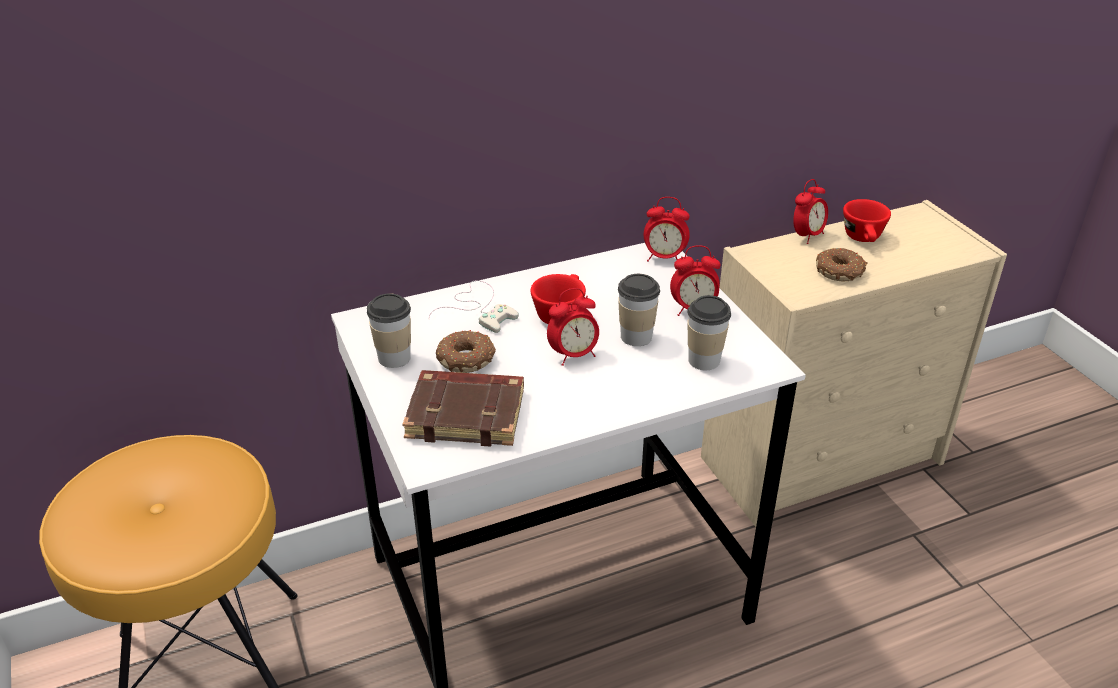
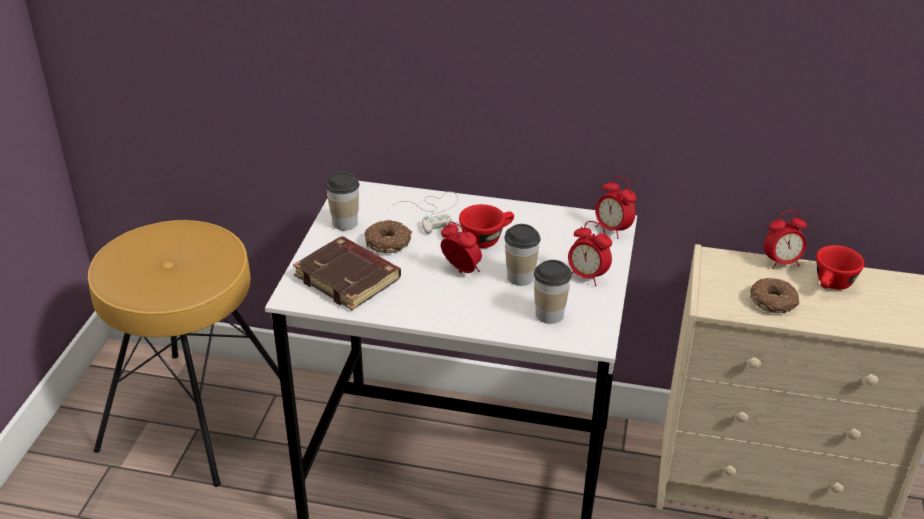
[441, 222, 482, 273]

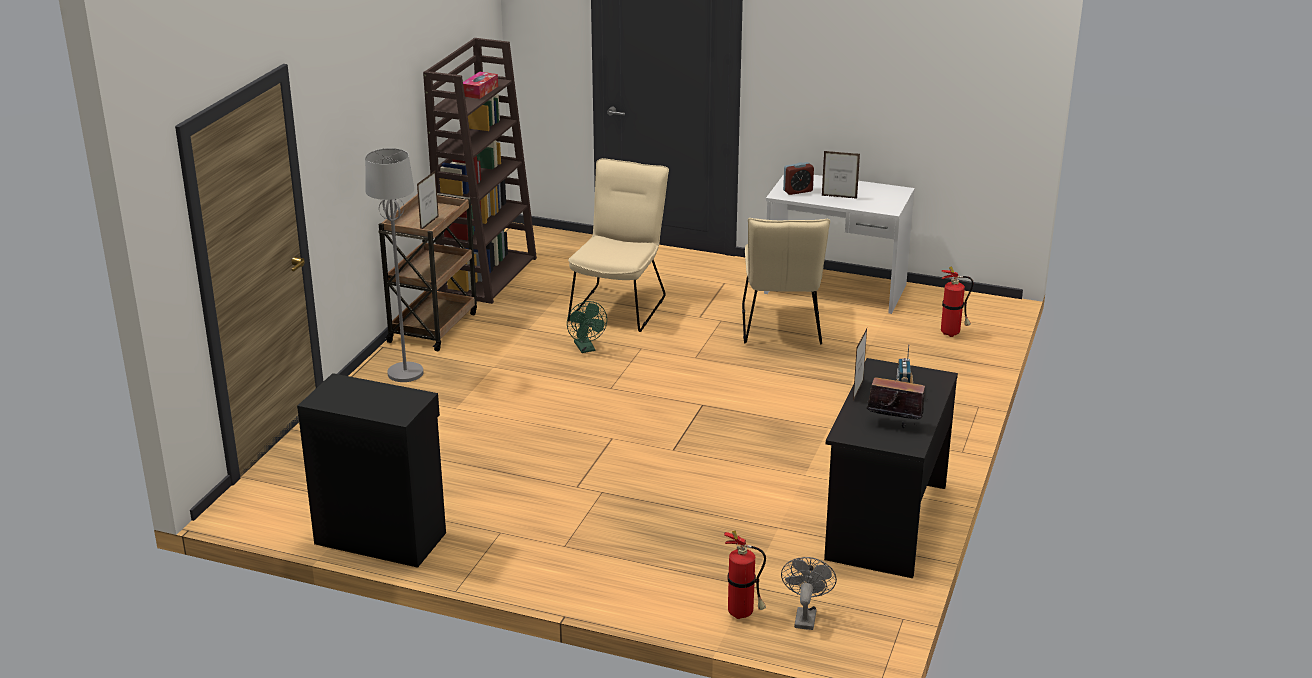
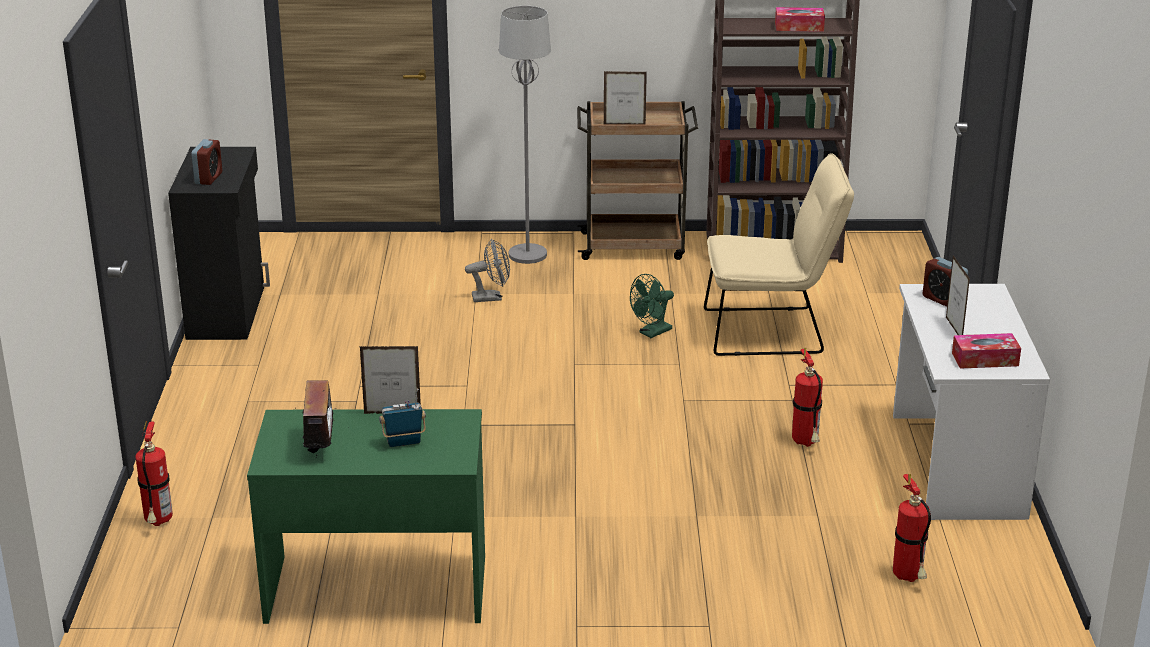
[792, 348, 823, 447]
[465, 239, 510, 302]
[247, 409, 485, 624]
[191, 139, 222, 185]
[952, 333, 1021, 369]

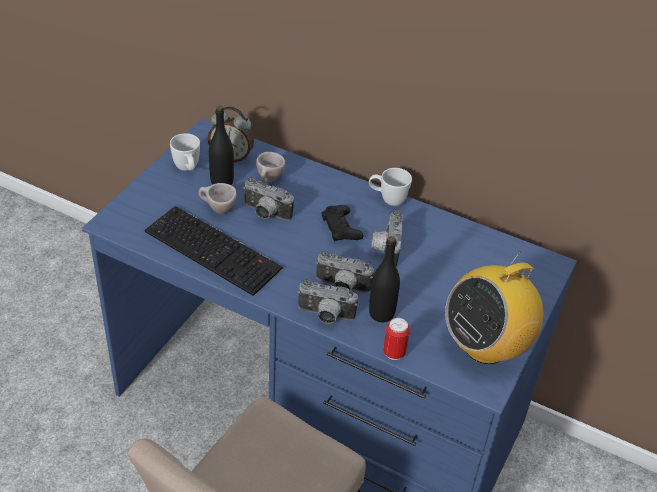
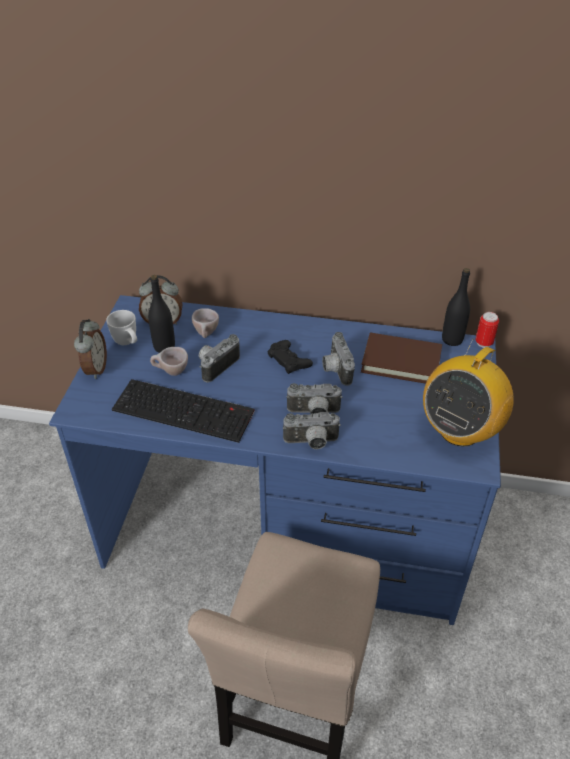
[199, 334, 240, 382]
[369, 168, 412, 206] (first image)
[442, 268, 470, 346]
[476, 312, 499, 348]
[74, 319, 107, 379]
[361, 333, 442, 384]

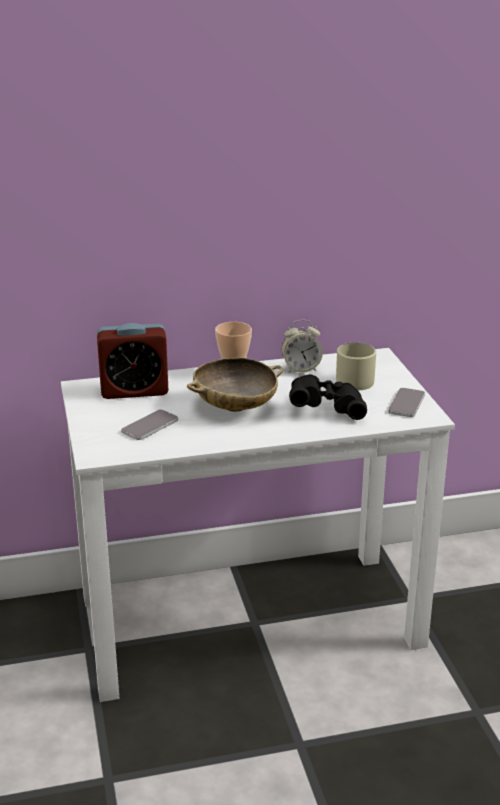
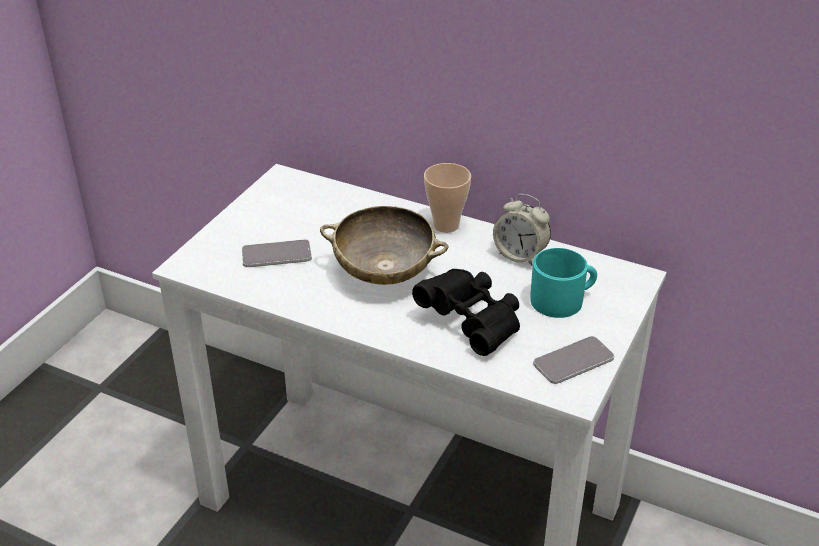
[97, 323, 168, 399] (first image)
[530, 248, 597, 318]

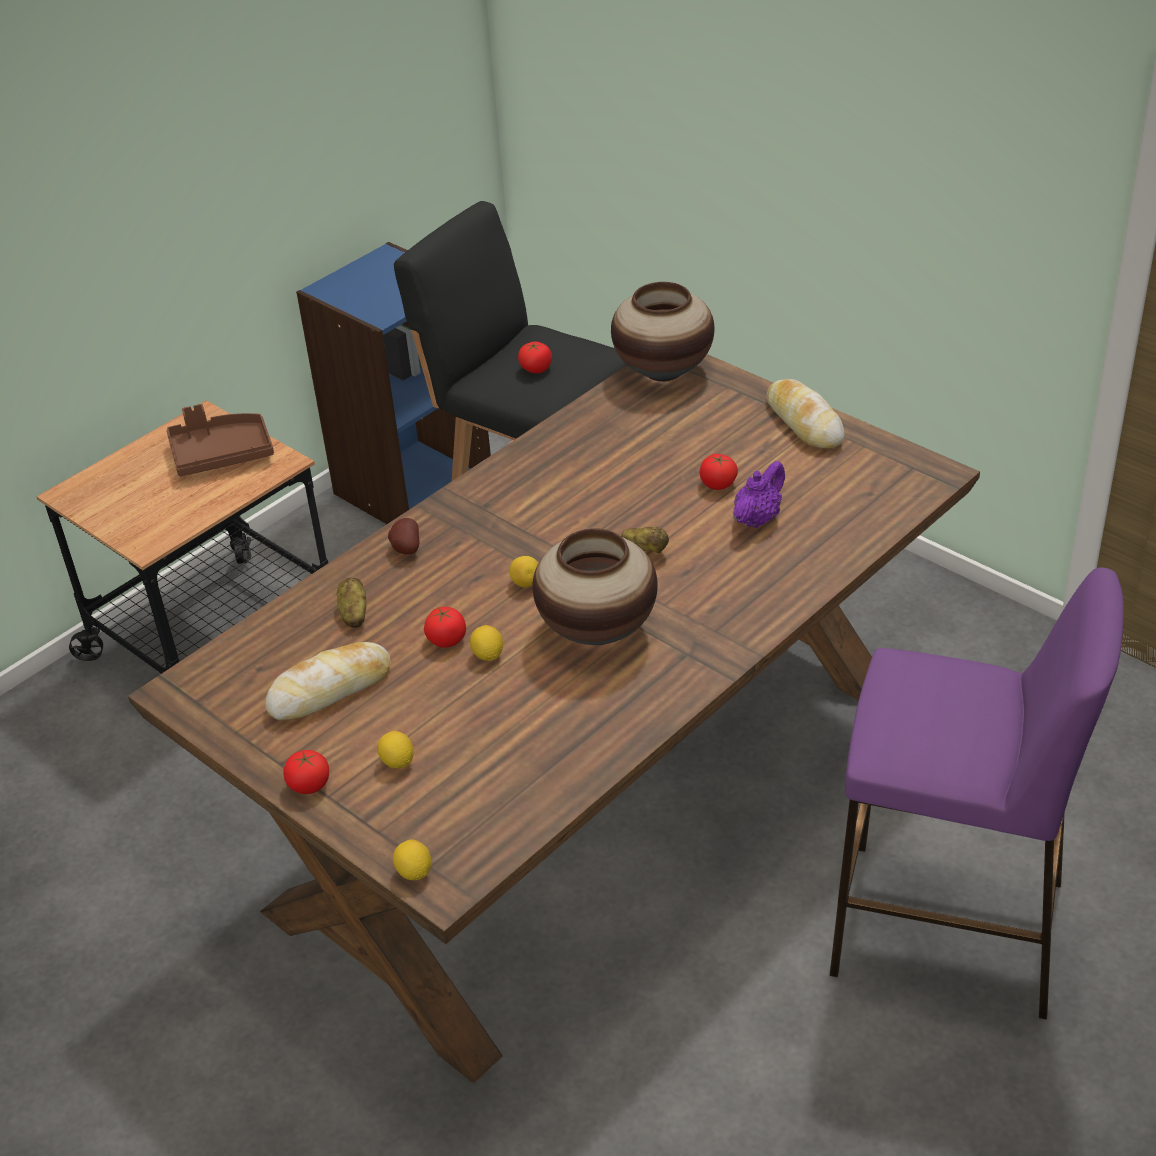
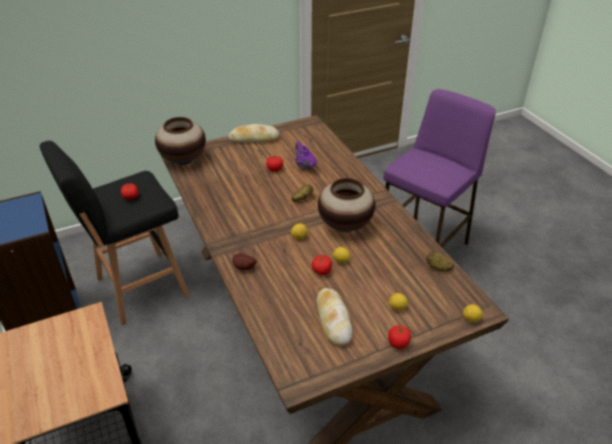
[166, 404, 274, 476] (first image)
[426, 252, 454, 272]

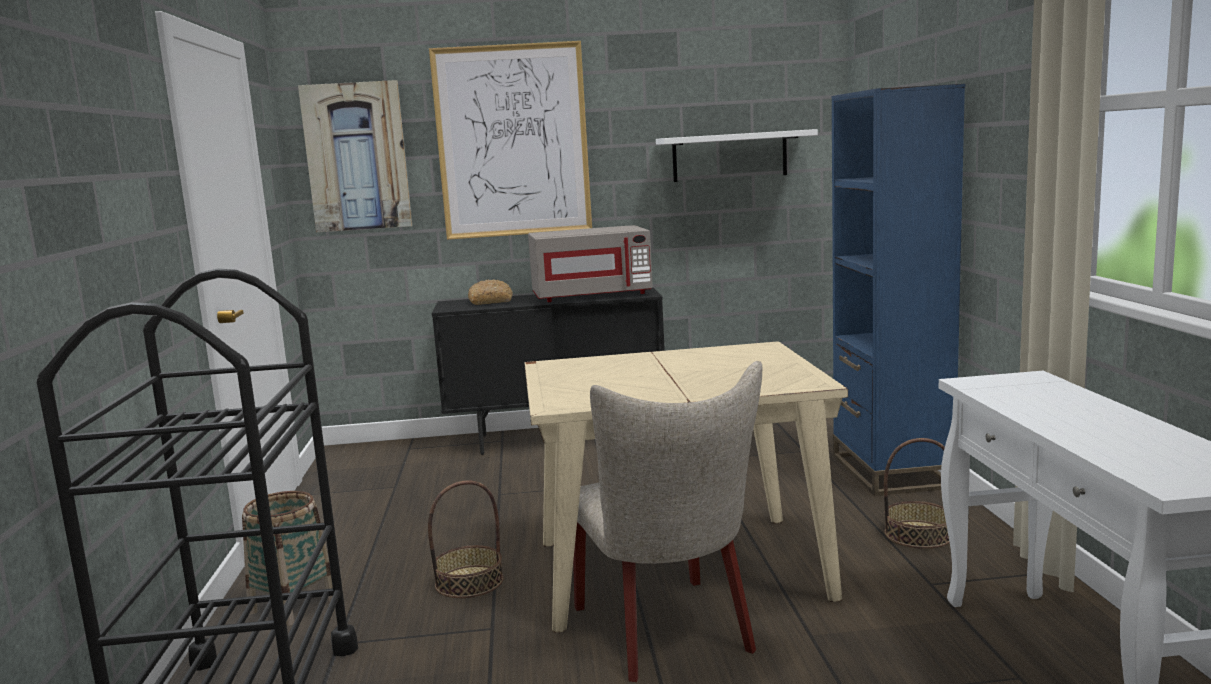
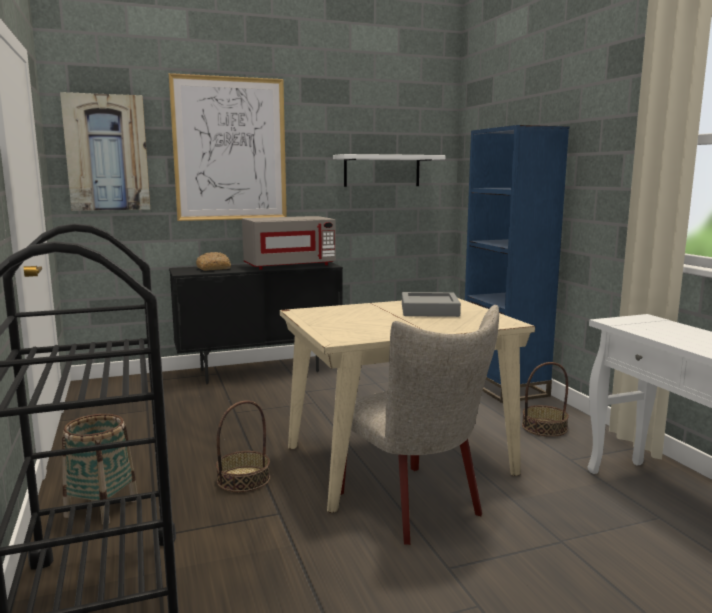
[402, 292, 461, 317]

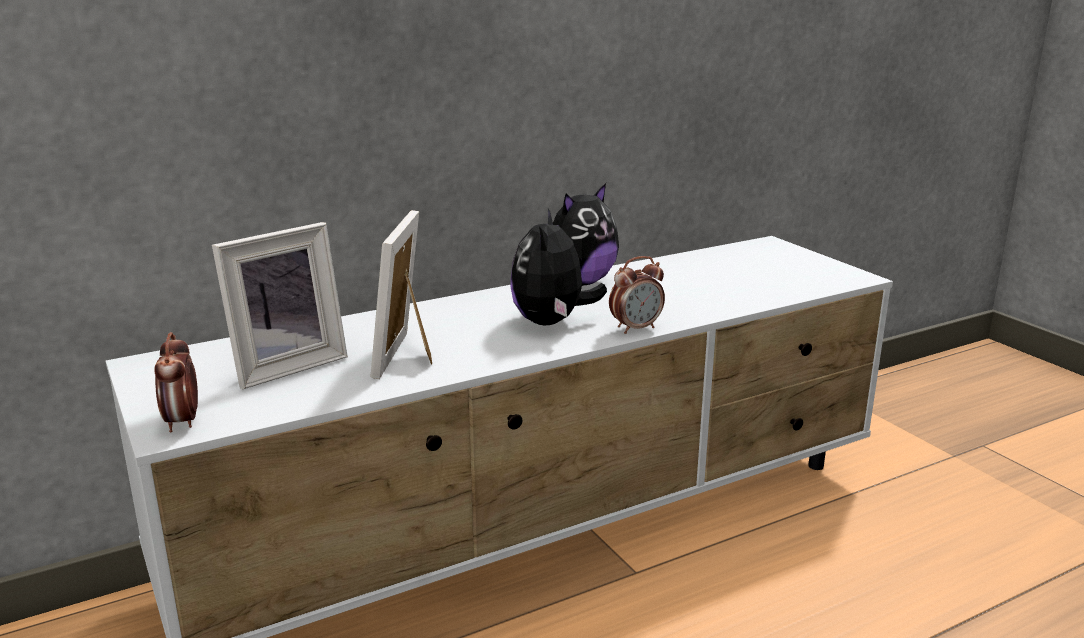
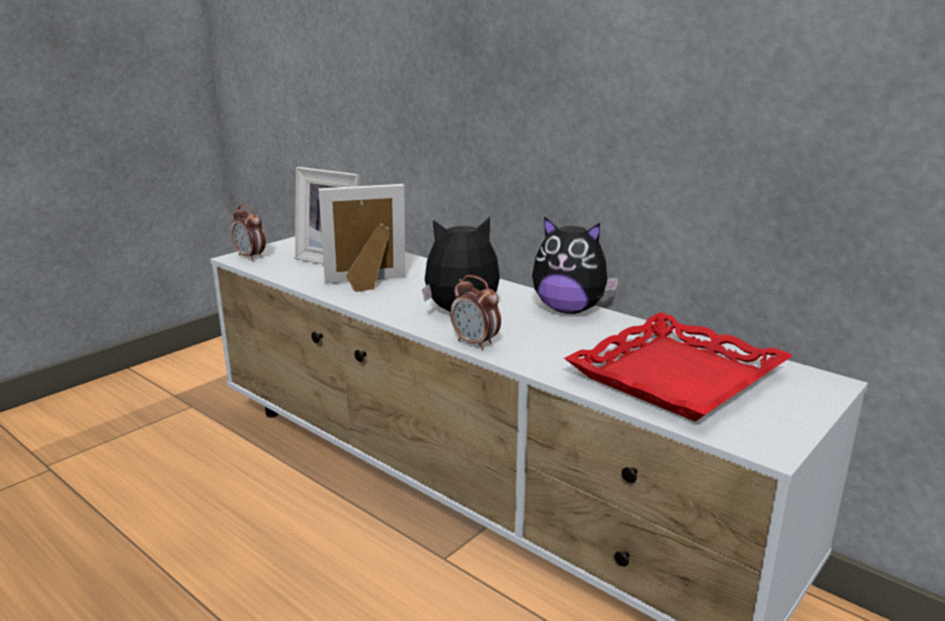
[231, 204, 266, 261]
[564, 312, 793, 421]

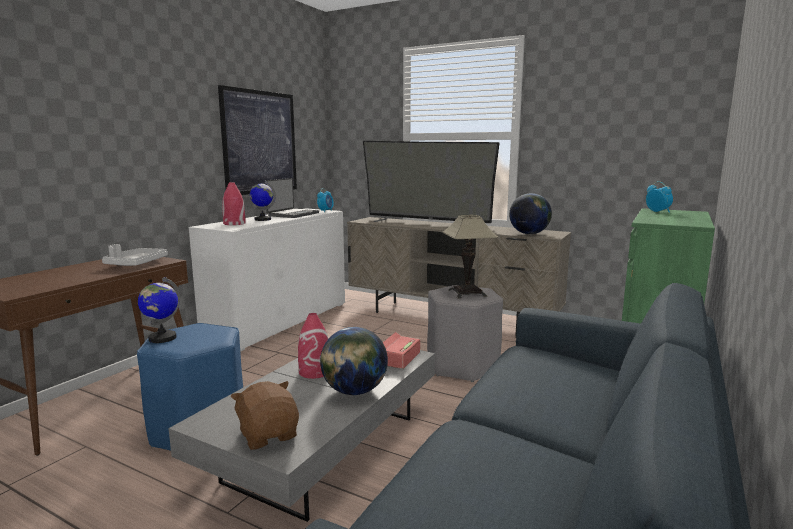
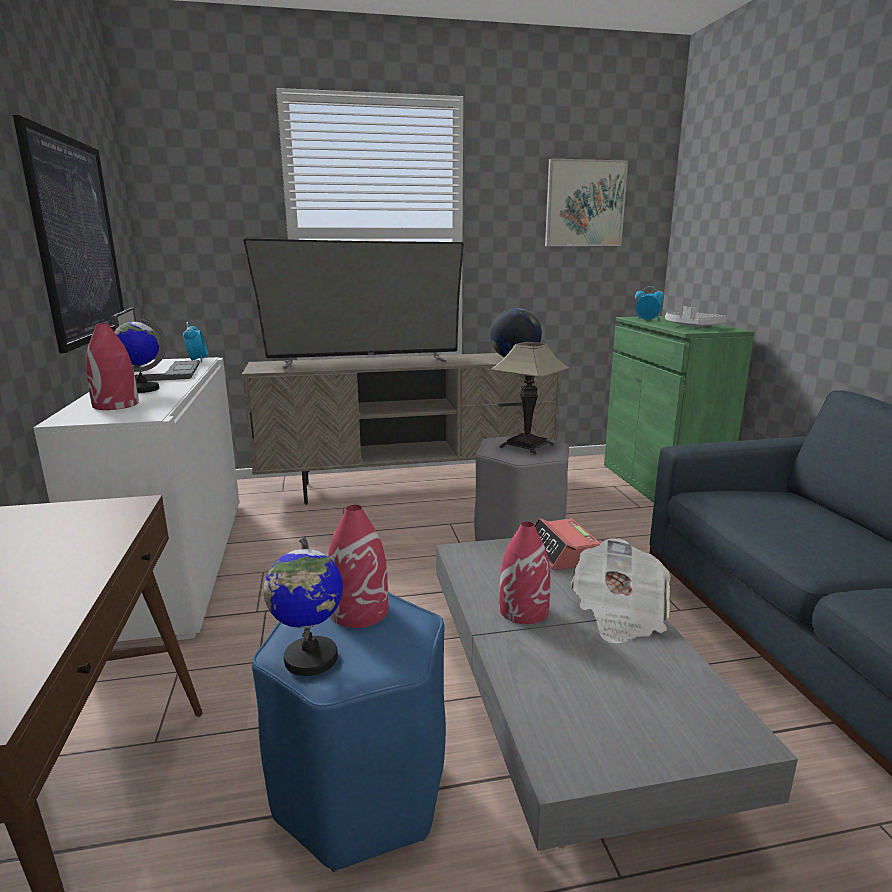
[665, 306, 727, 327]
[230, 381, 299, 450] (first image)
[571, 538, 670, 643]
[328, 505, 389, 628]
[545, 159, 628, 246]

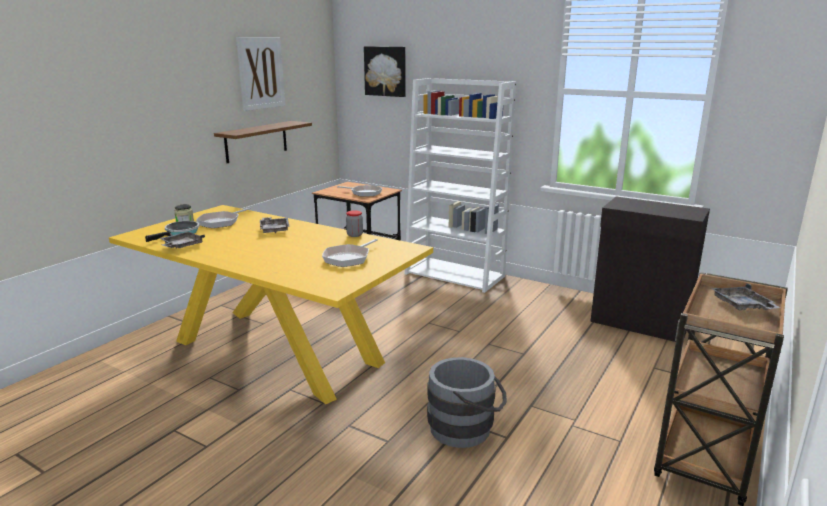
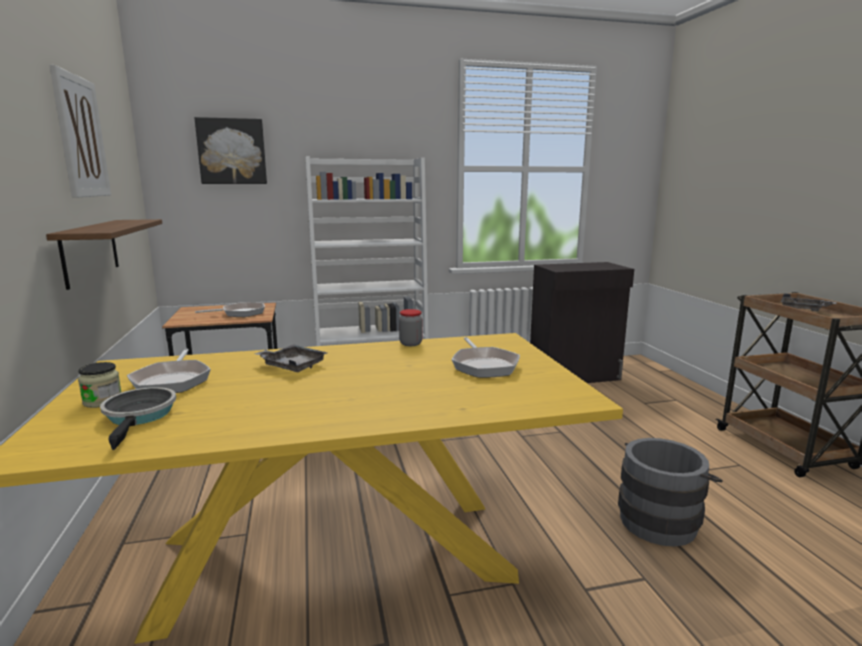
[159, 232, 205, 249] (first image)

